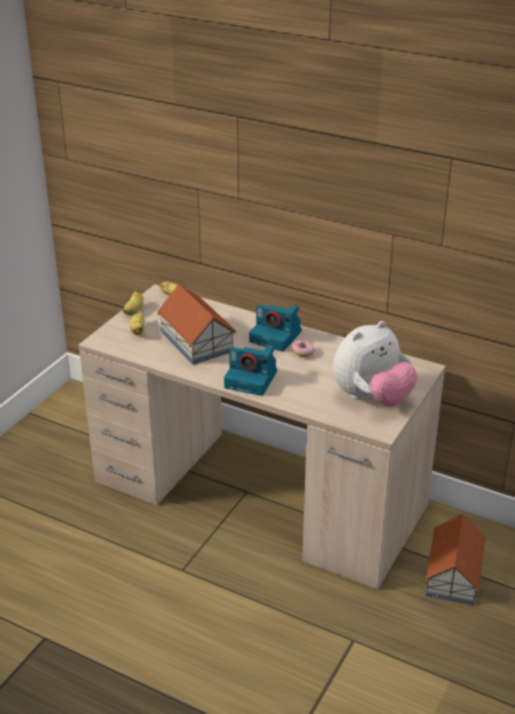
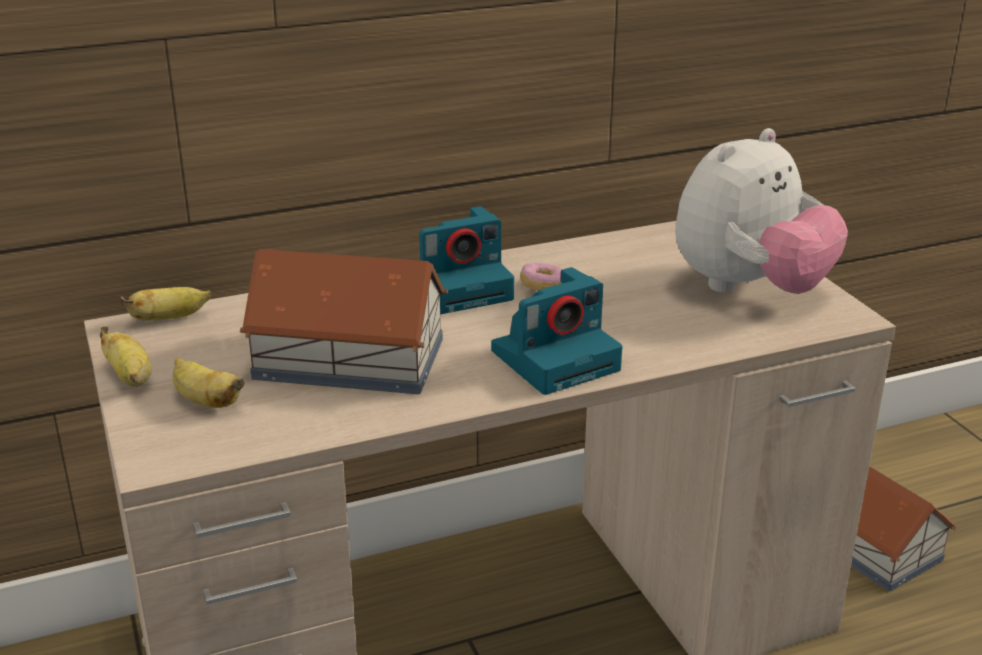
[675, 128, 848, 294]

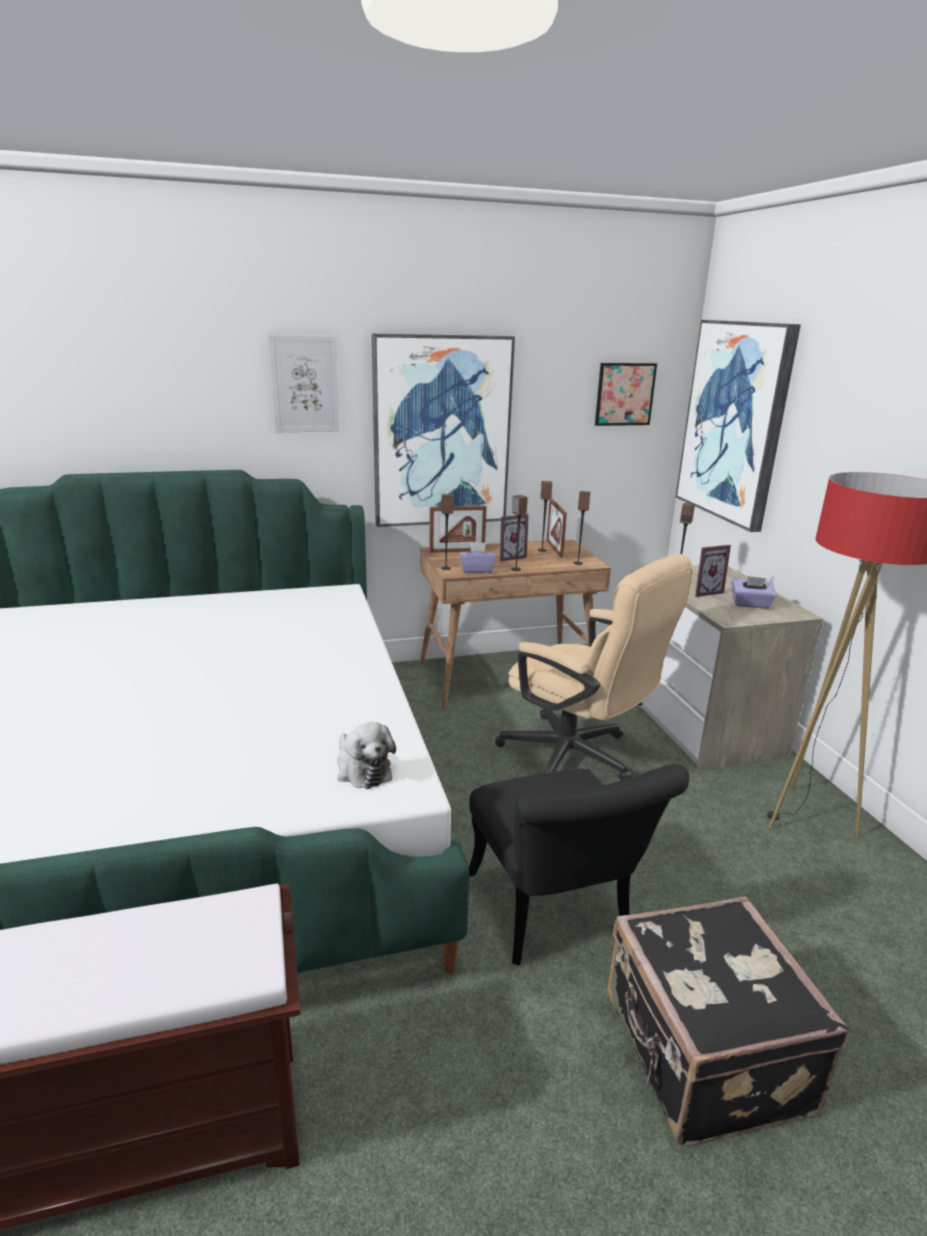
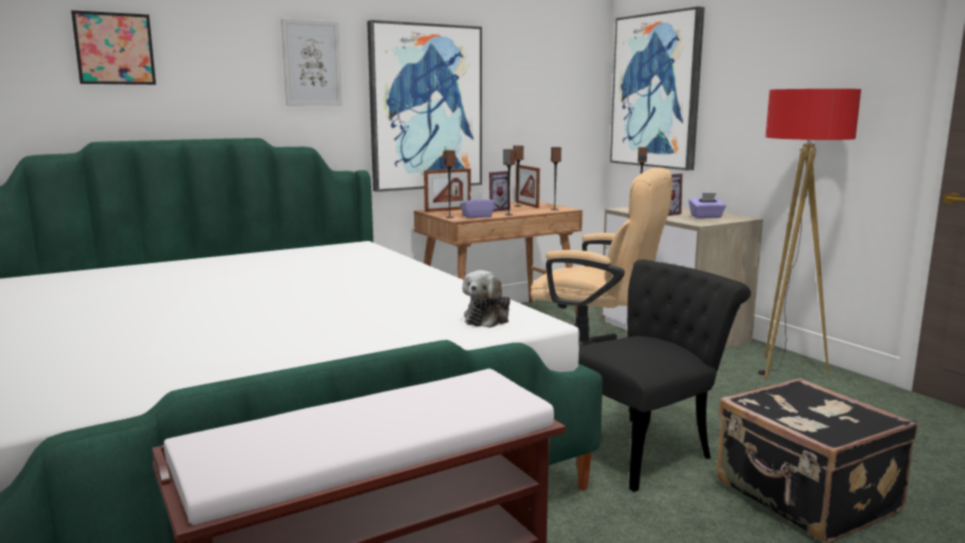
[462, 270, 510, 328]
[579, 260, 751, 492]
[71, 10, 156, 85]

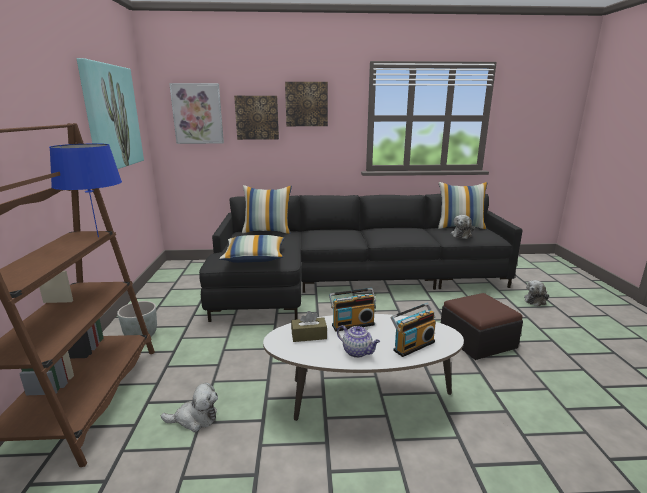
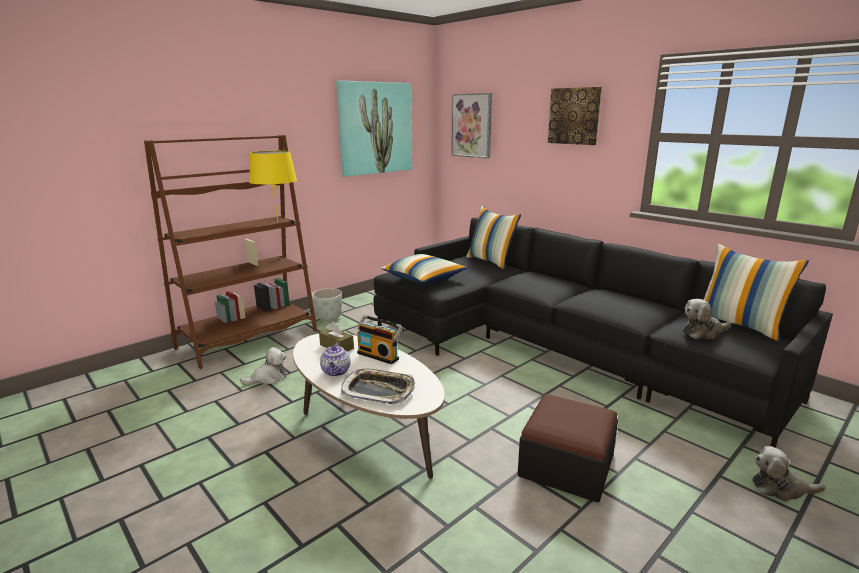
[249, 151, 297, 223]
[240, 347, 287, 385]
[234, 96, 279, 140] (first image)
[341, 369, 415, 404]

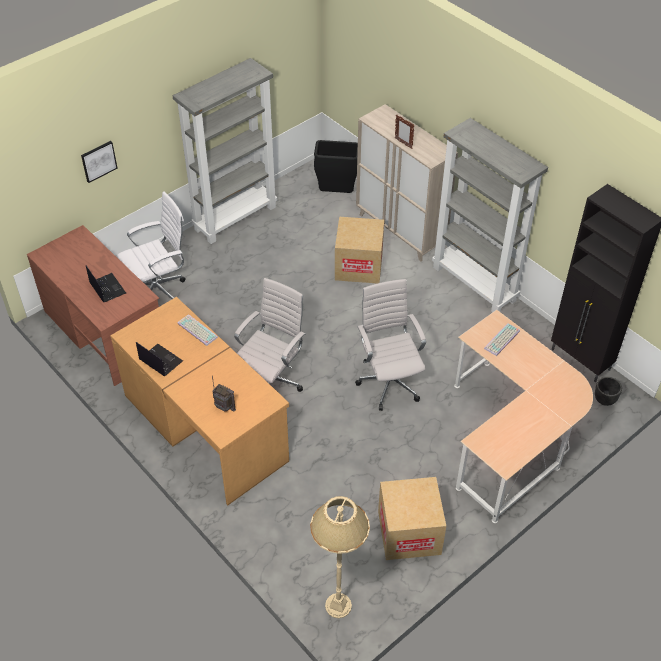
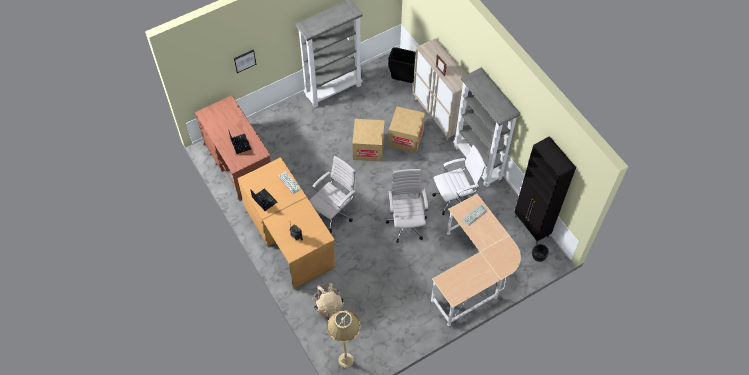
[432, 145, 486, 215]
[352, 119, 385, 162]
[313, 283, 344, 317]

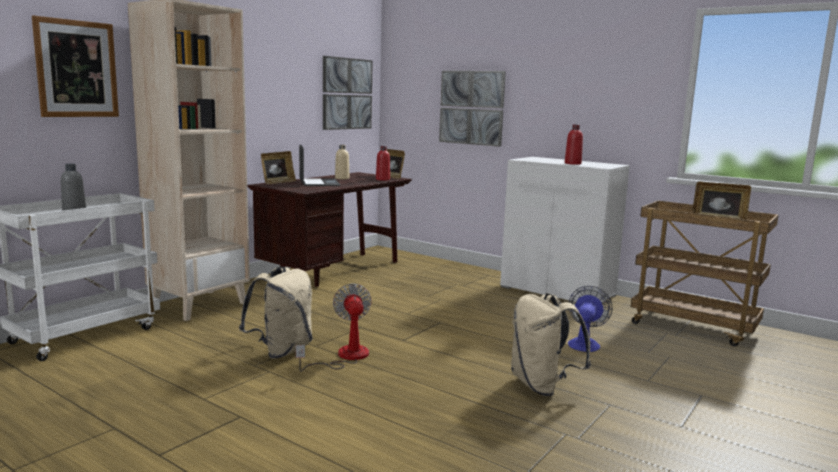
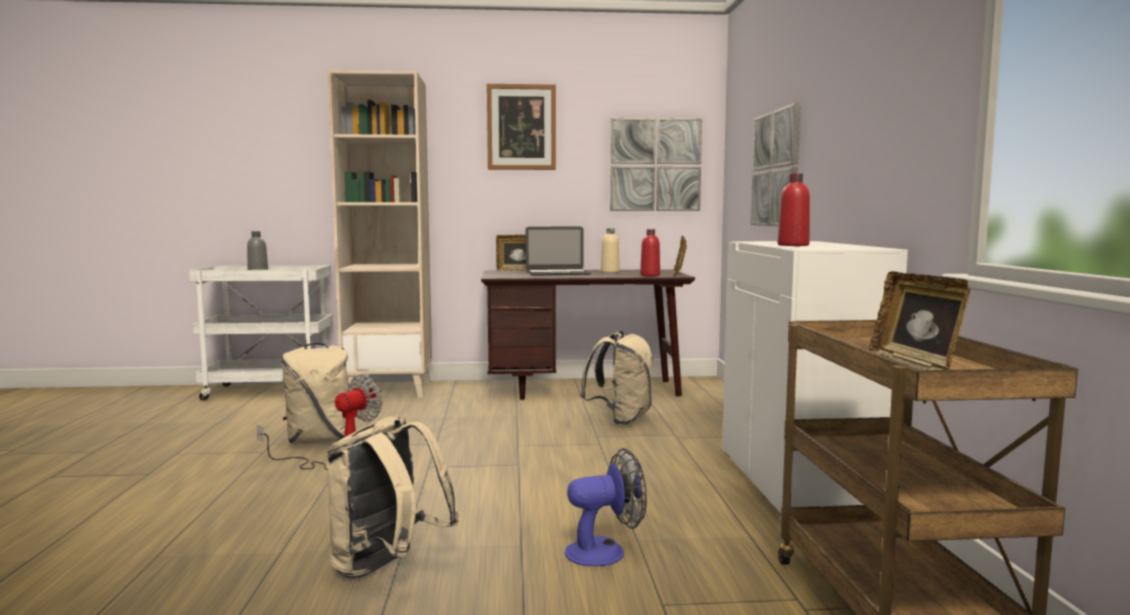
[487, 84, 556, 170]
[526, 227, 591, 276]
[580, 331, 654, 425]

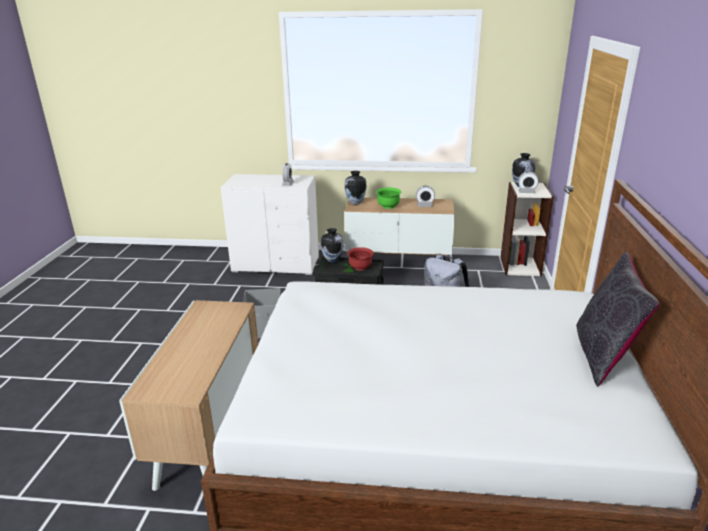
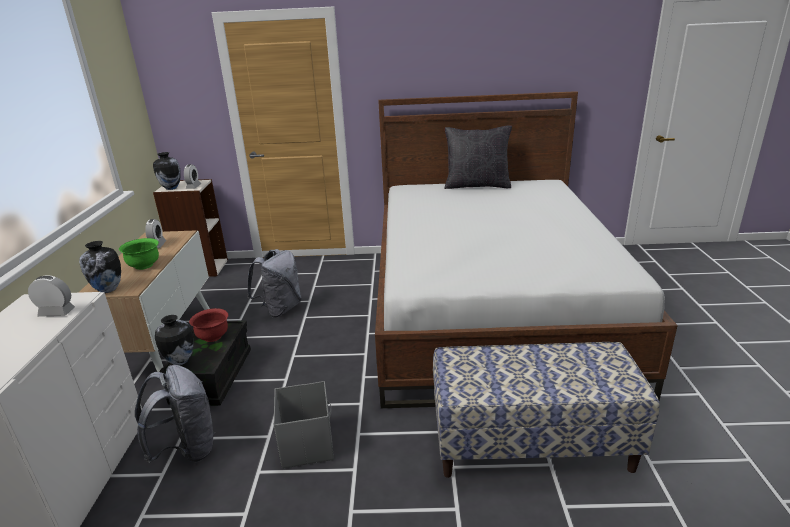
[433, 342, 660, 478]
[135, 365, 215, 463]

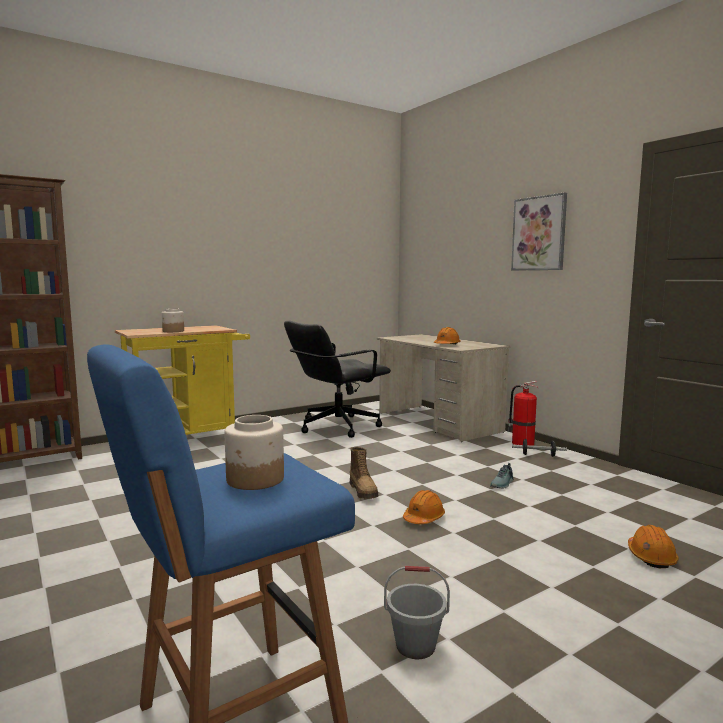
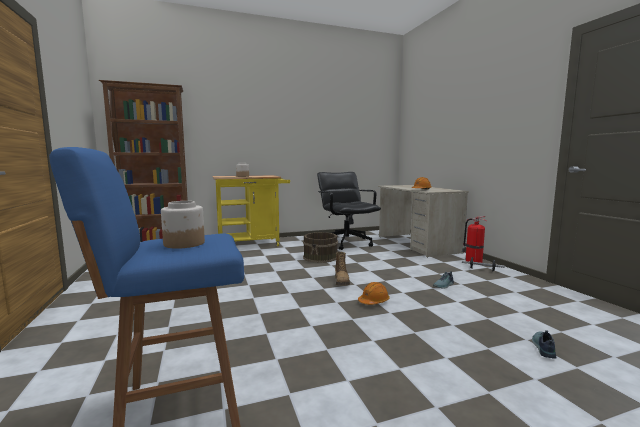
[317, 172, 381, 250]
[384, 566, 450, 659] (first image)
[511, 193, 567, 271] (first image)
[532, 330, 557, 359]
[303, 232, 338, 263]

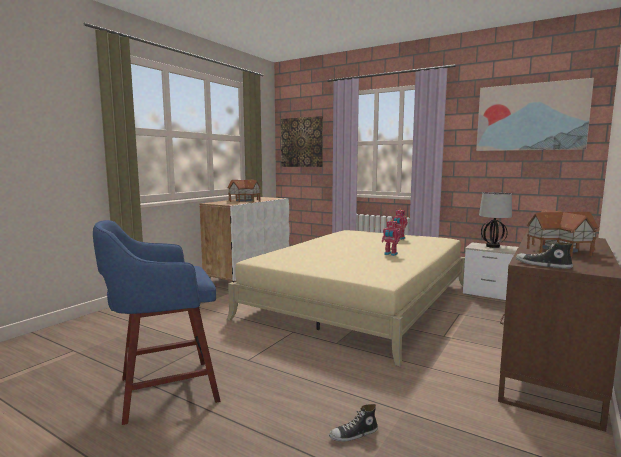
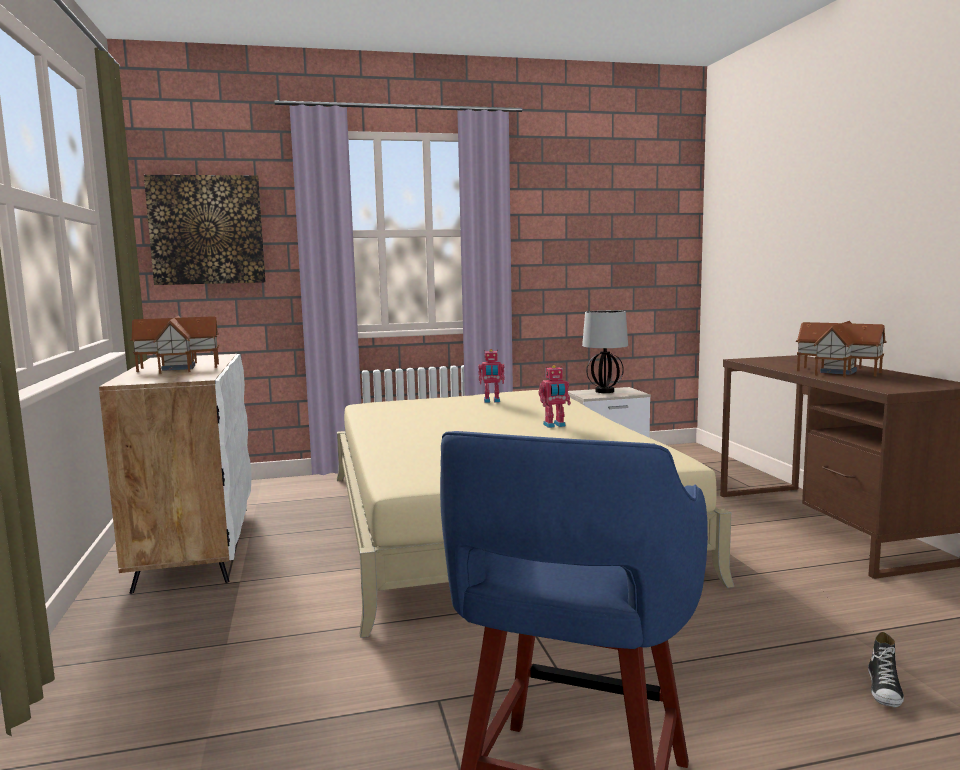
[476, 78, 594, 151] (first image)
[516, 242, 573, 269] (first image)

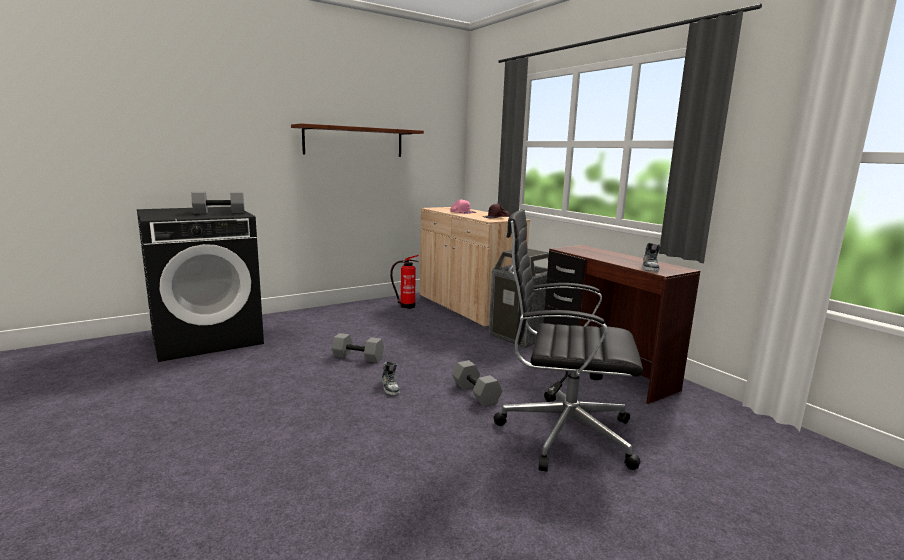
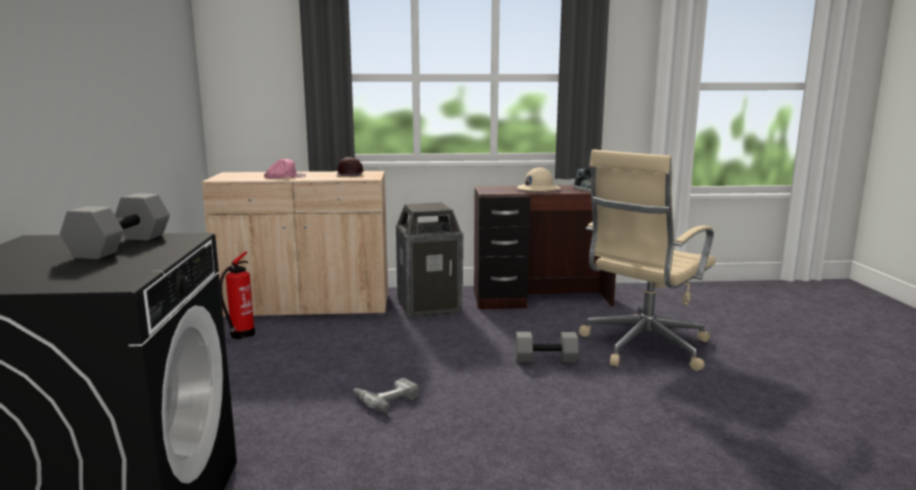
[291, 123, 424, 157] (first image)
[353, 378, 419, 413]
[382, 361, 400, 395] (first image)
[579, 150, 716, 371]
[517, 167, 560, 192]

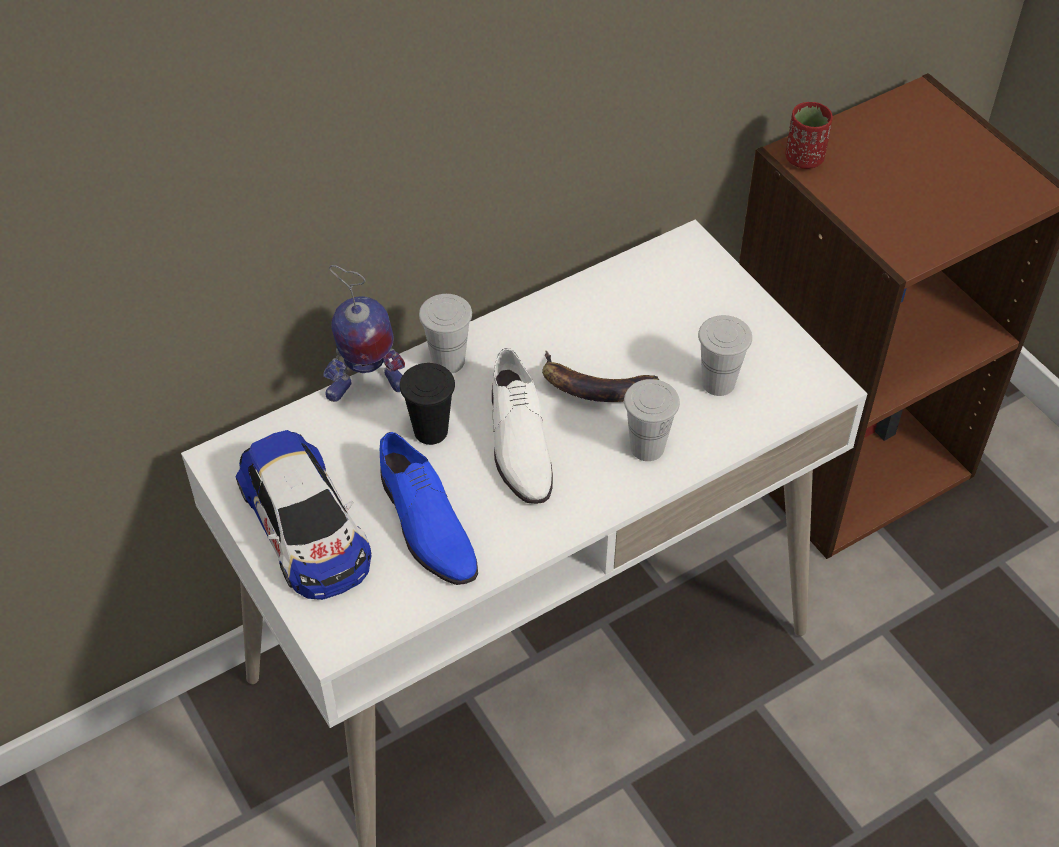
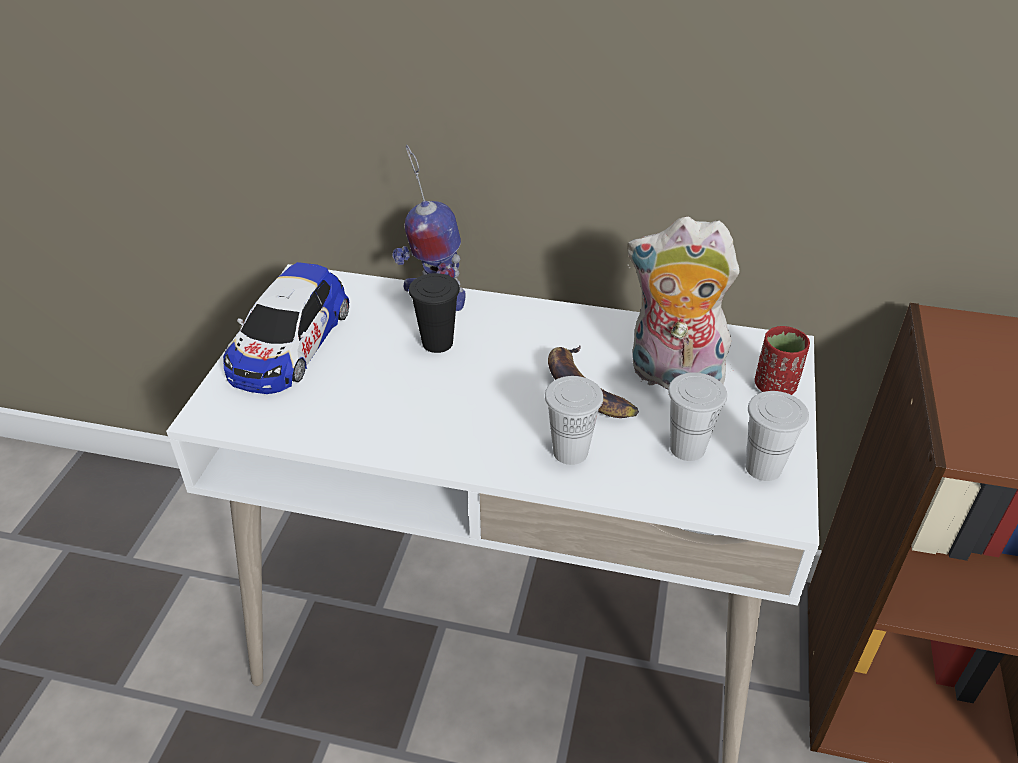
[380, 432, 478, 585] (first image)
[745, 391, 809, 481]
[492, 348, 553, 504] (first image)
[755, 326, 810, 395]
[627, 217, 739, 389]

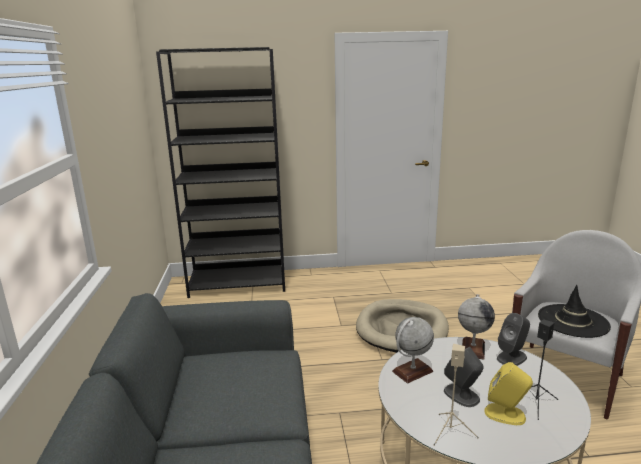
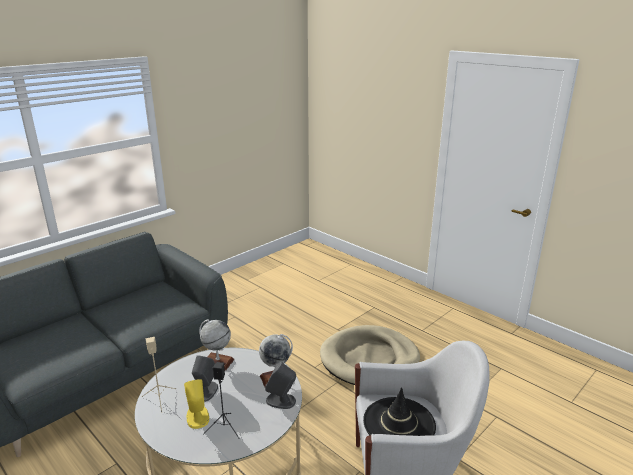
[156, 47, 285, 298] (first image)

